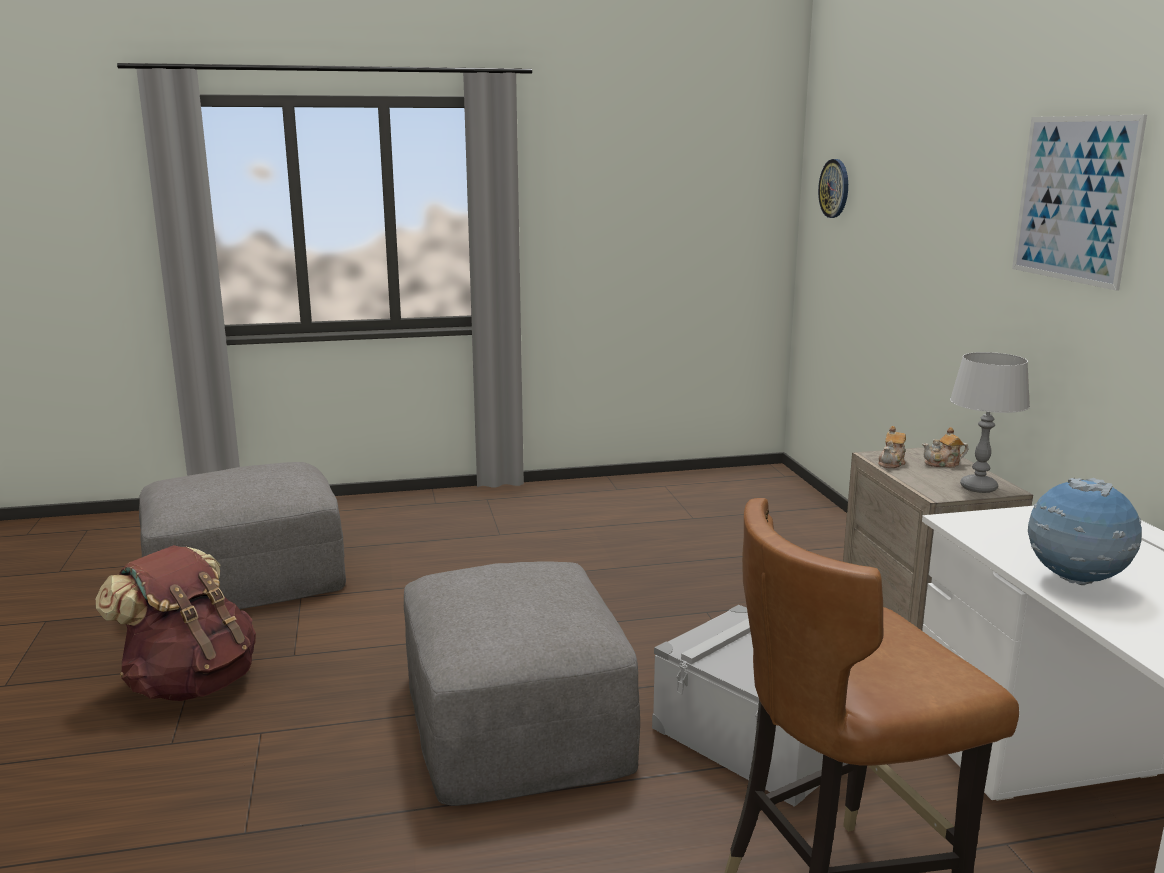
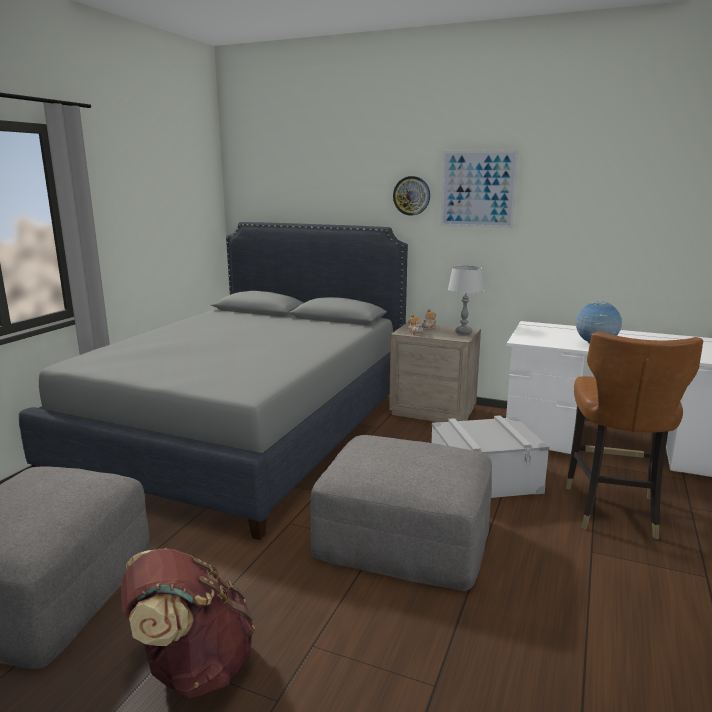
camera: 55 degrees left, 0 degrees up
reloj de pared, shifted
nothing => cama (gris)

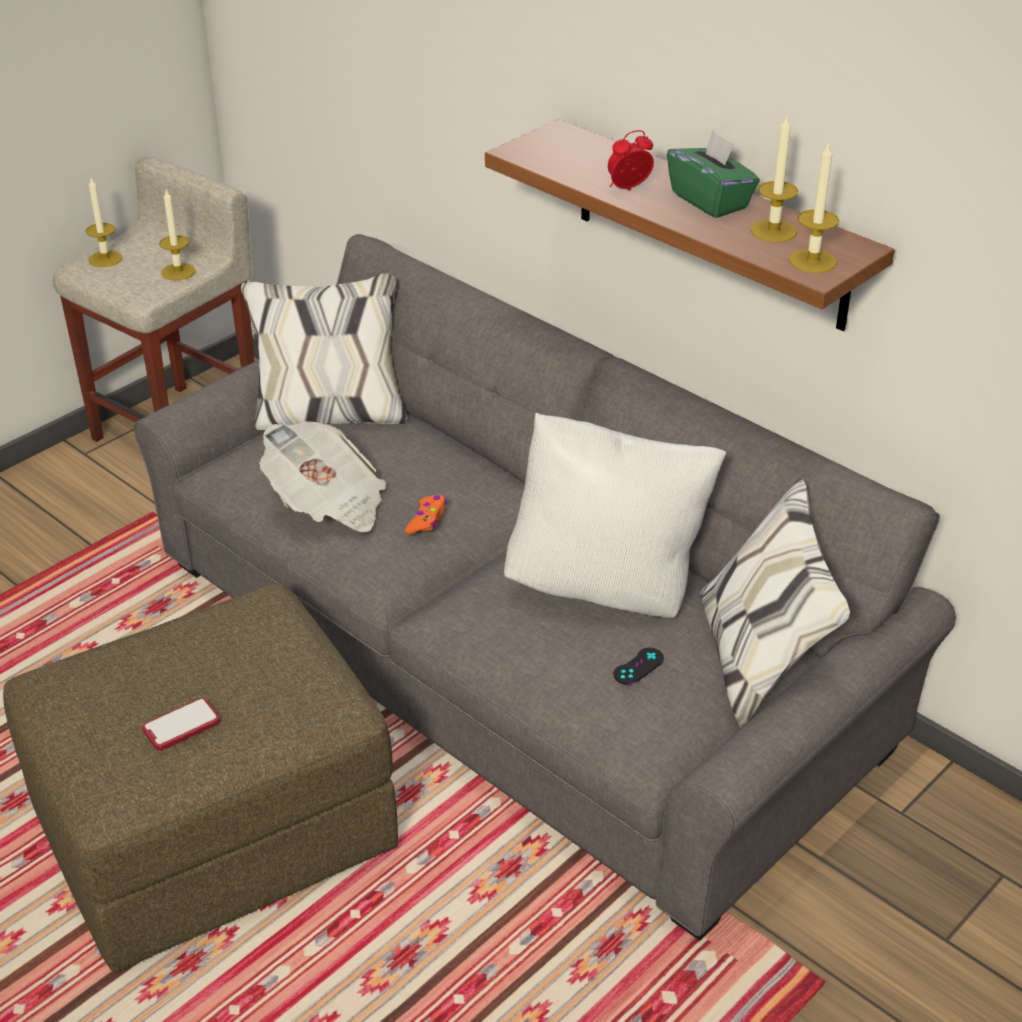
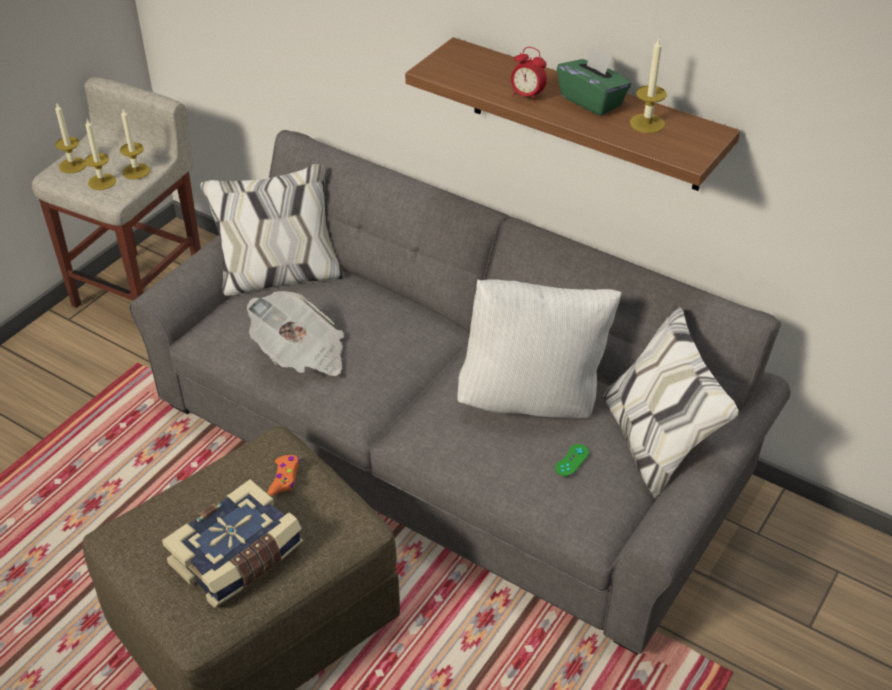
camera: 10 degrees left, 5 degrees up
móvil => libro
mando de consola (naranja), shifted
despertador, 120 degrees counterclockwise
mando de consola (negro) => mando de consola (verde)
vela (no. 4 from left in the first image) => vela (no. 2 from left), shifted

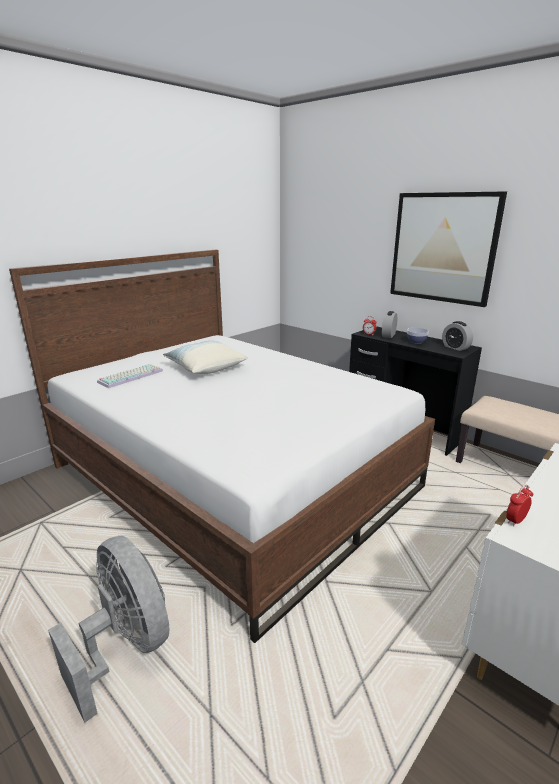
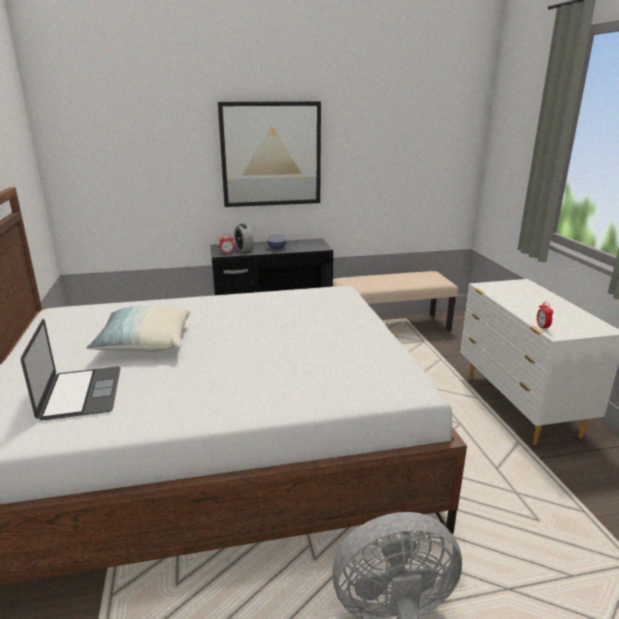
camera: 55 degrees left, 0 degrees up
teclado => portátil
despertador (no. 3 from left) => nothing

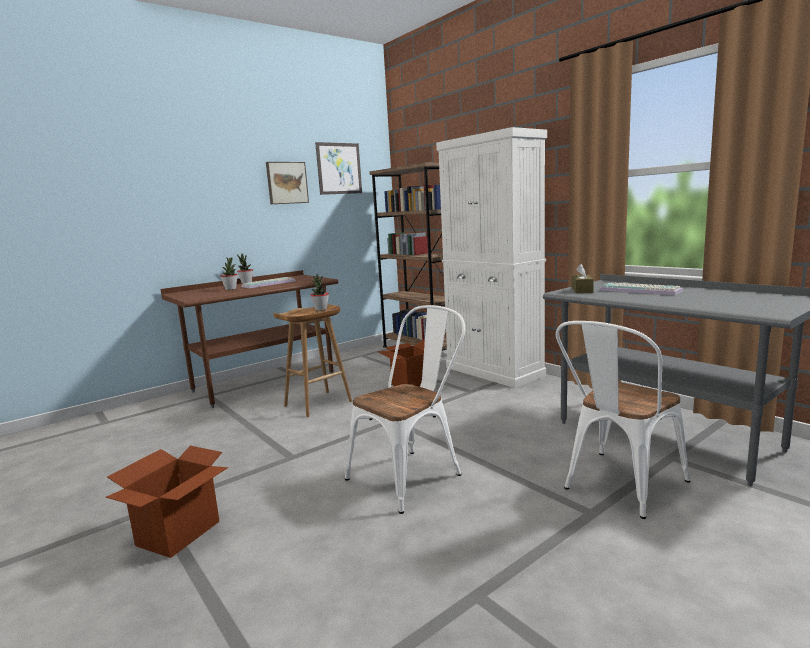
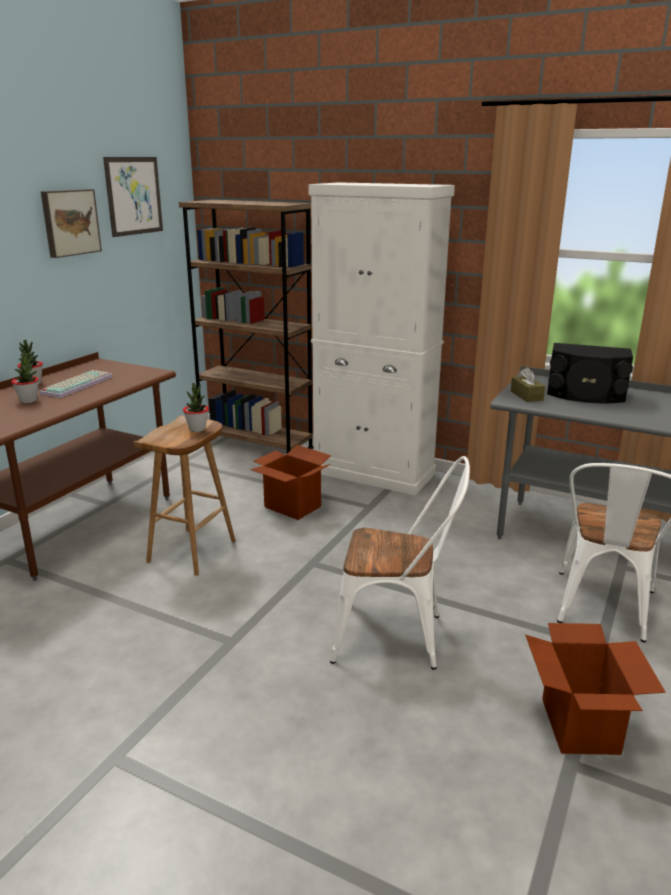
camera: 25 degrees left, 10 degrees up
caja de cartón (no. 1 from left in the first image) => caja de cartón (no. 2 from left), shifted
silla (blanco) (no. 1 from left), 75 degrees clockwise
teclado (no. 2 from left) => altavoz (negro)

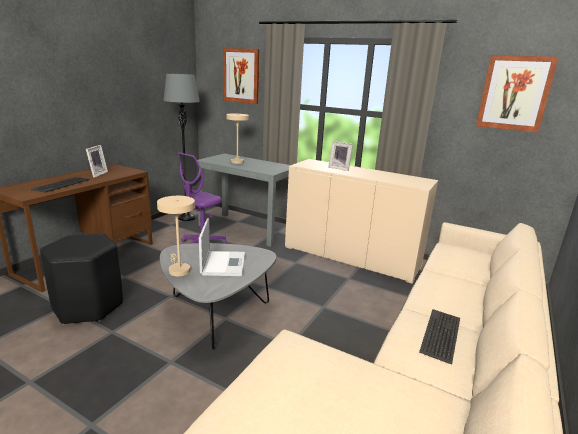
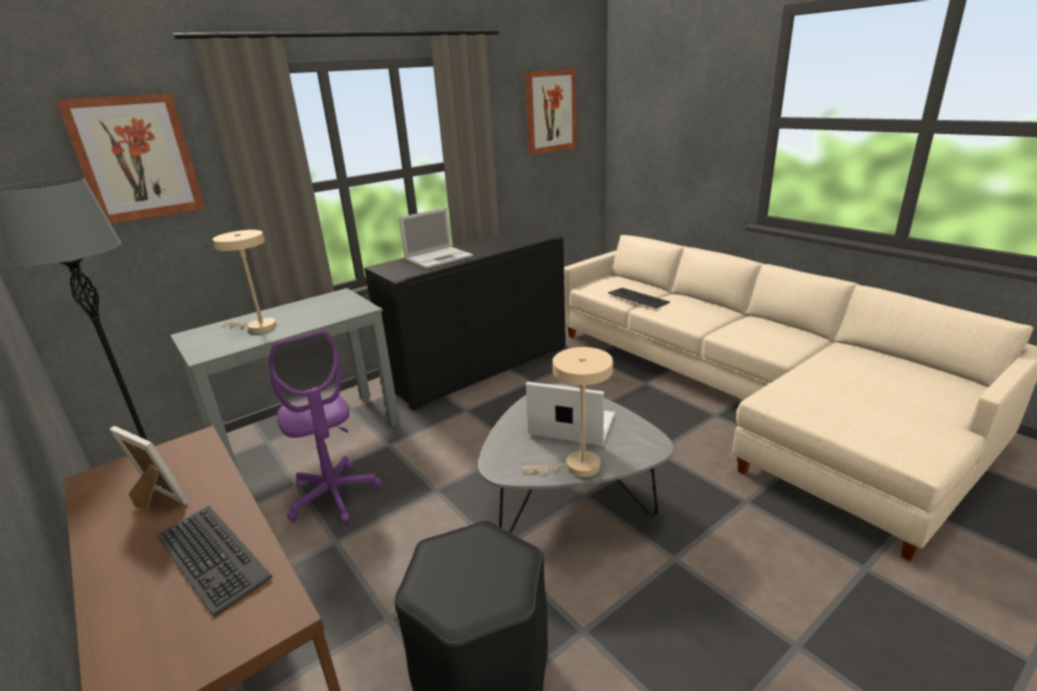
camera: 65 degrees left, 5 degrees up
armario (beis) => armario (negro)
portarretratos (no. 2 from left) => portátil (no. 1 from left)
teclado (no. 2 from left), shifted

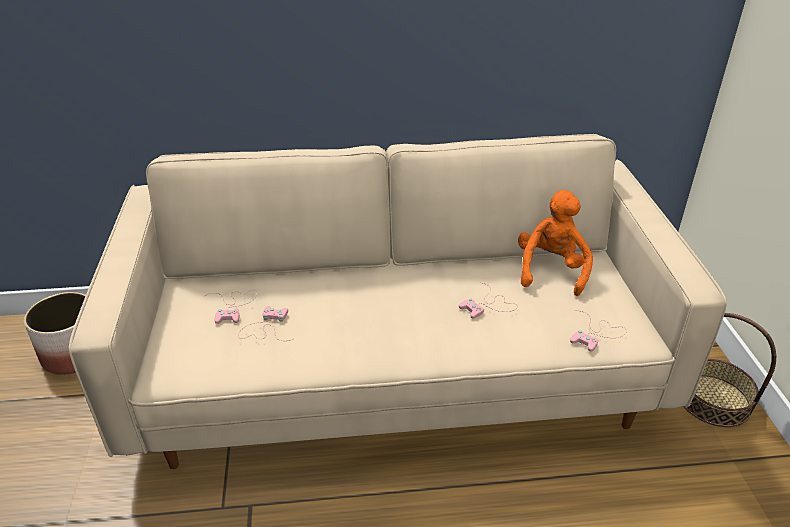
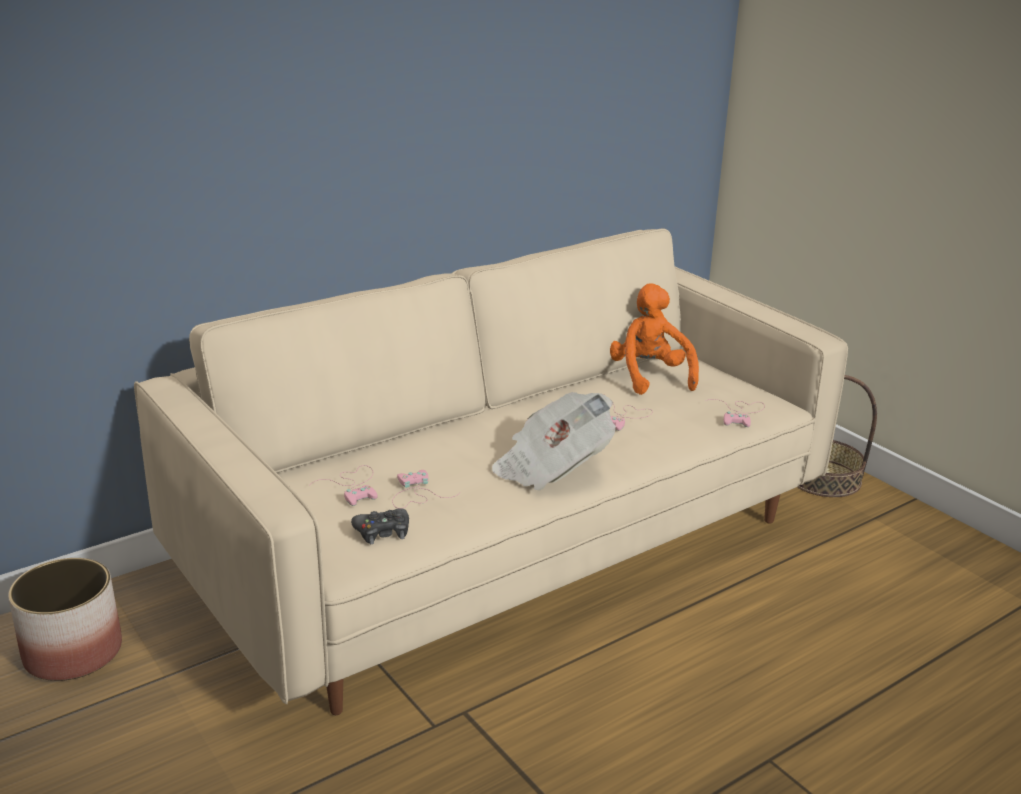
camera: 30 degrees left, 10 degrees down
nothing => mando de consola (negro)
nothing => periódico

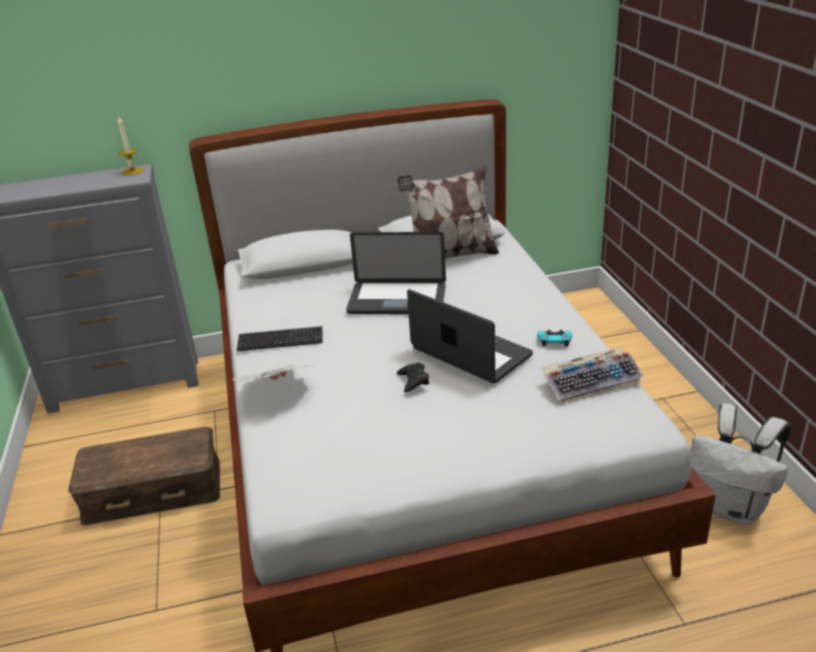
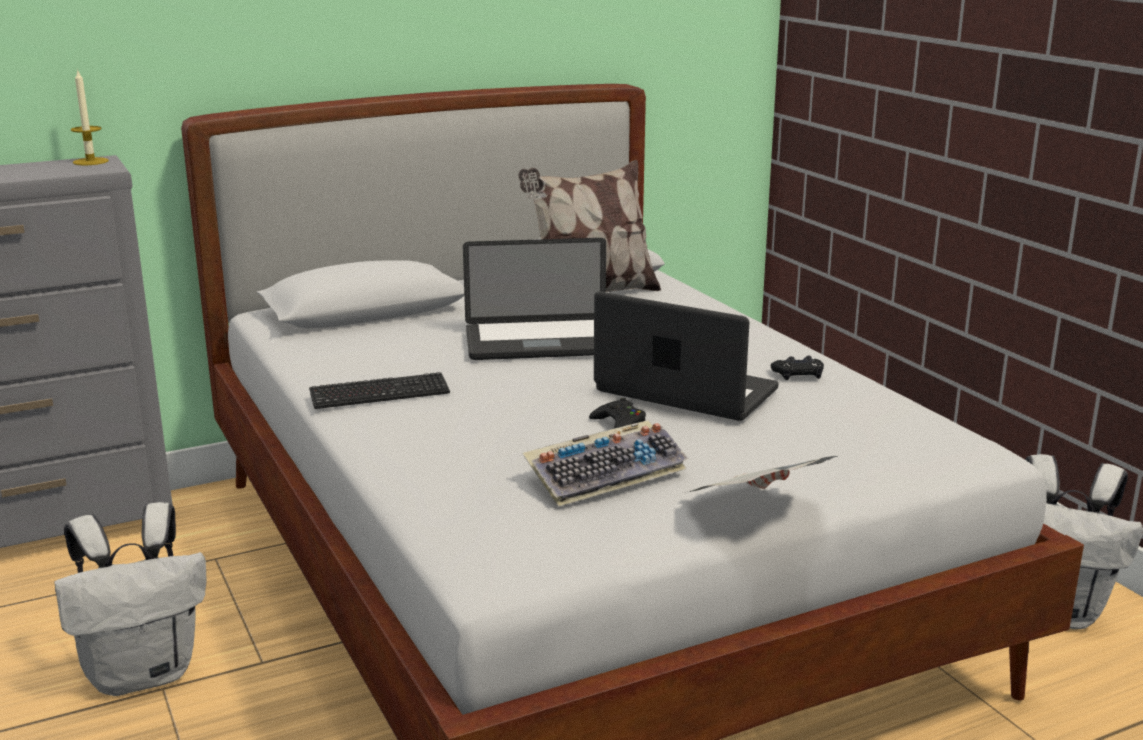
camera: 15 degrees left, 10 degrees down
caja de almacenaje (marrón) => mochila (blanco) (no. 1 from left)
periódico, shifted
mando de consola (turquesa) => mando de consola (negro) (no. 2 from left)
teclado (no. 2 from left), shifted

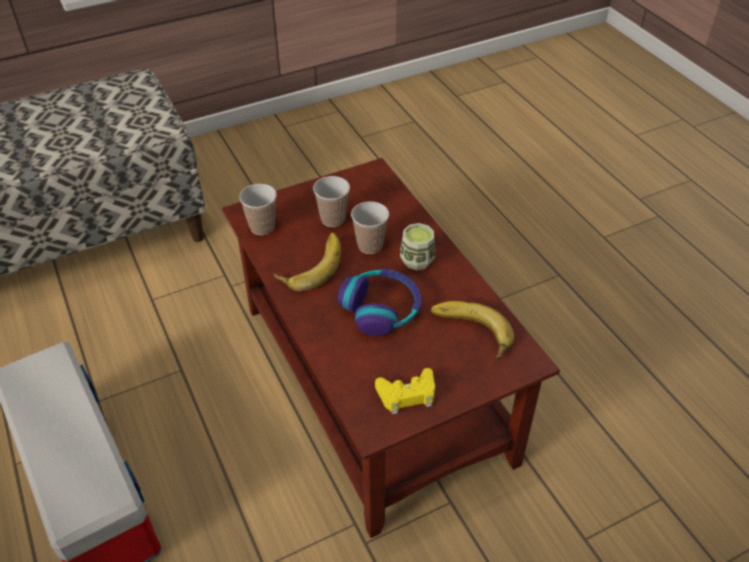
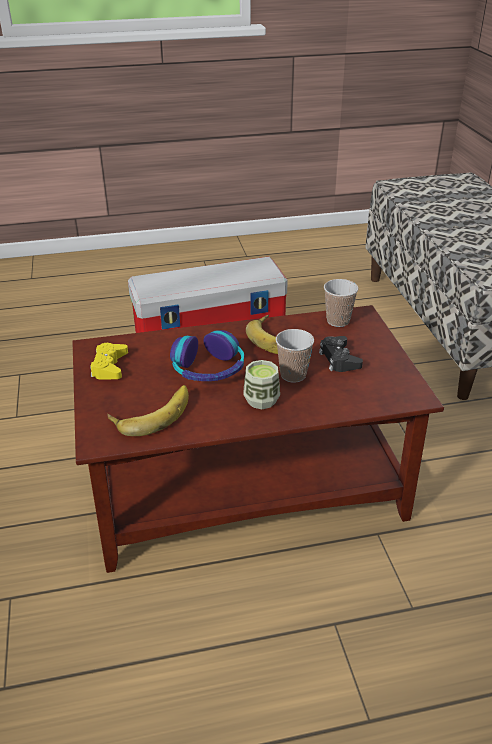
camera: 105 degrees right, 10 degrees down
taza (no. 2 from left) => mando de consola (negro)

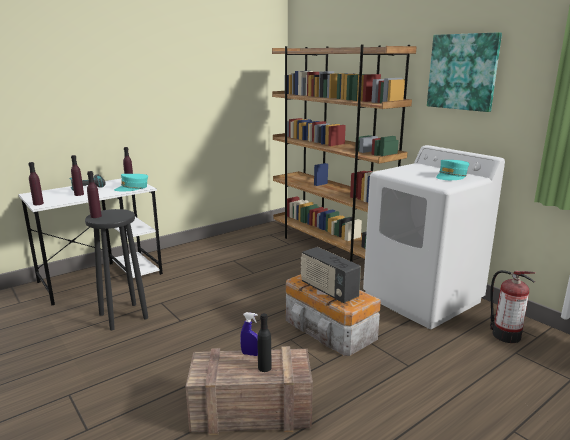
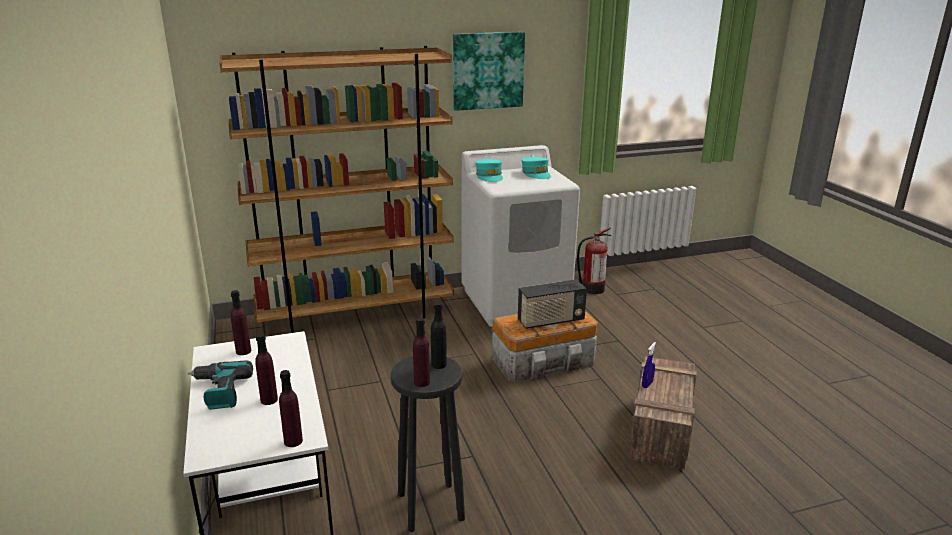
camera: 70 degrees left, 5 degrees up
gorra (turquesa) (no. 1 from left), shifted
botella (negro), shifted

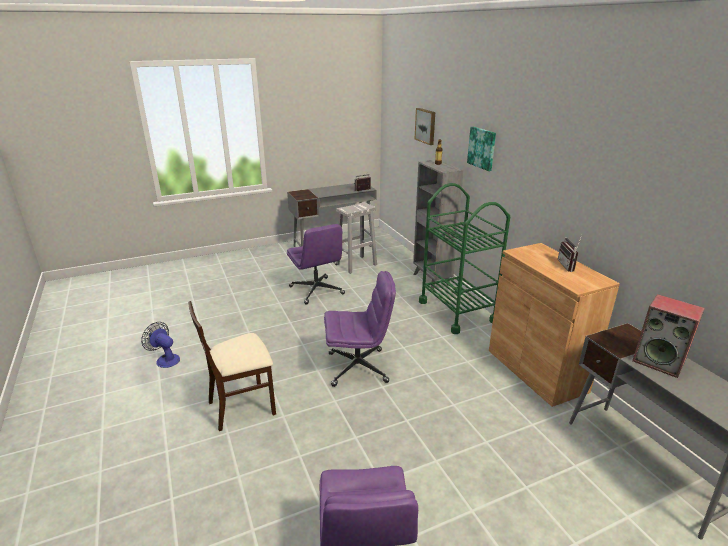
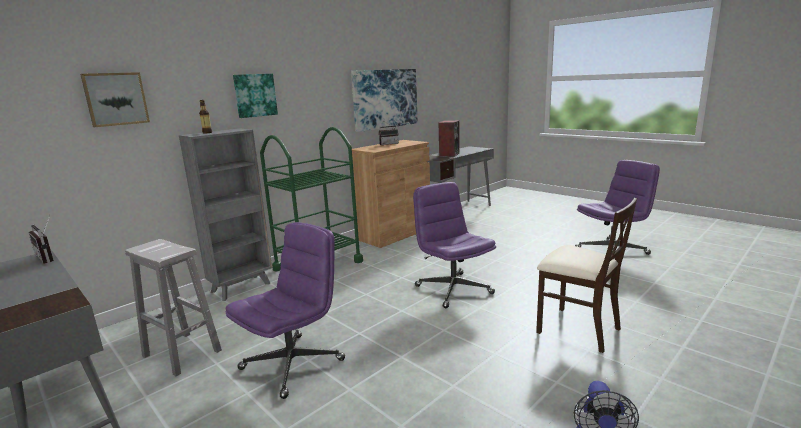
camera: 110 degrees left, 10 degrees down
nothing => cuadro (no. 3 from left)

